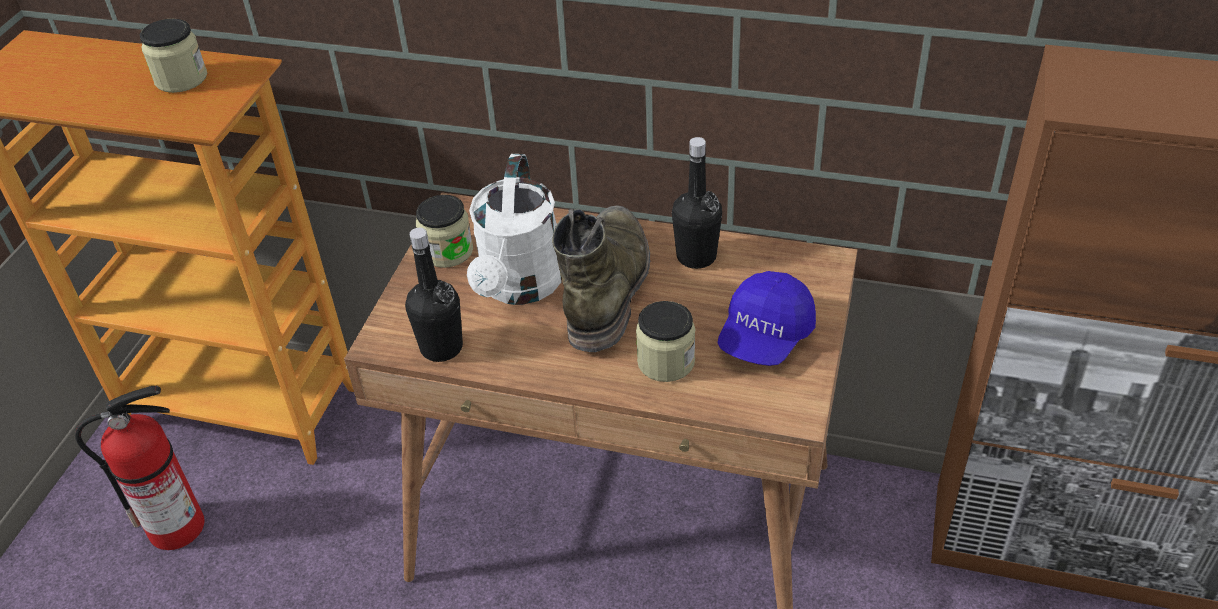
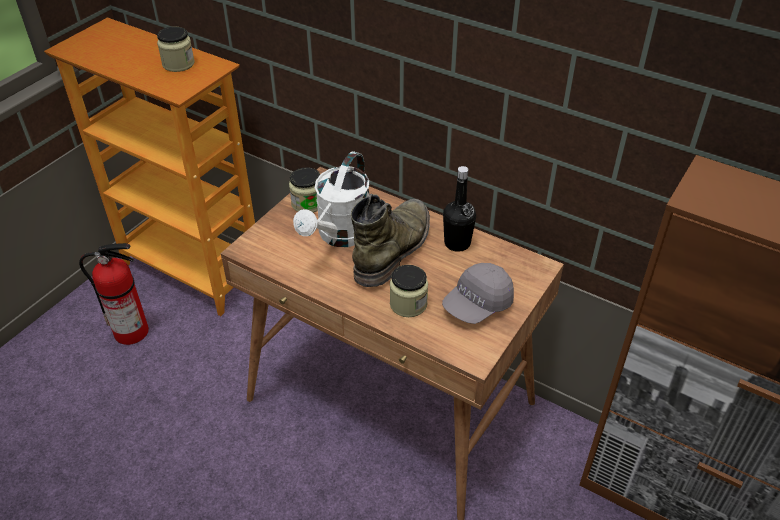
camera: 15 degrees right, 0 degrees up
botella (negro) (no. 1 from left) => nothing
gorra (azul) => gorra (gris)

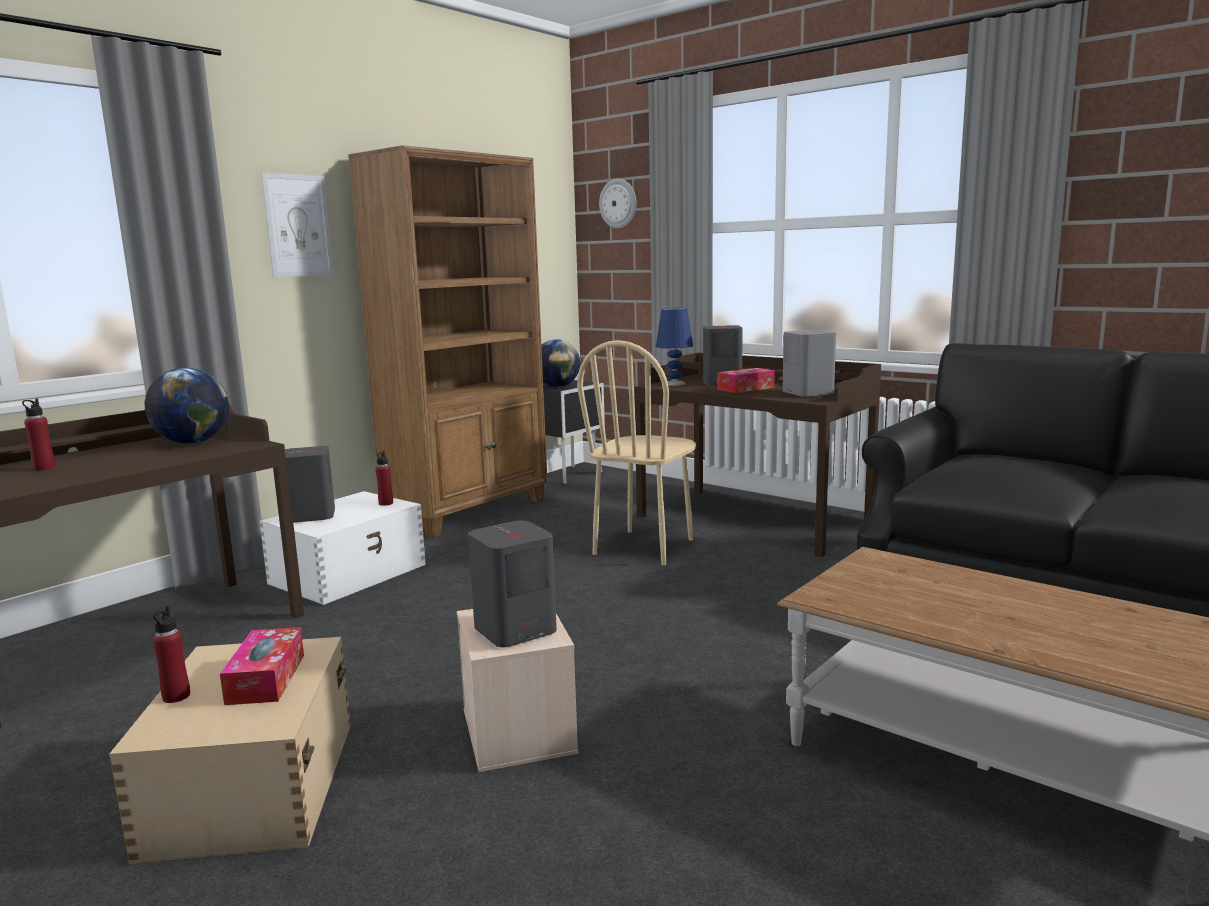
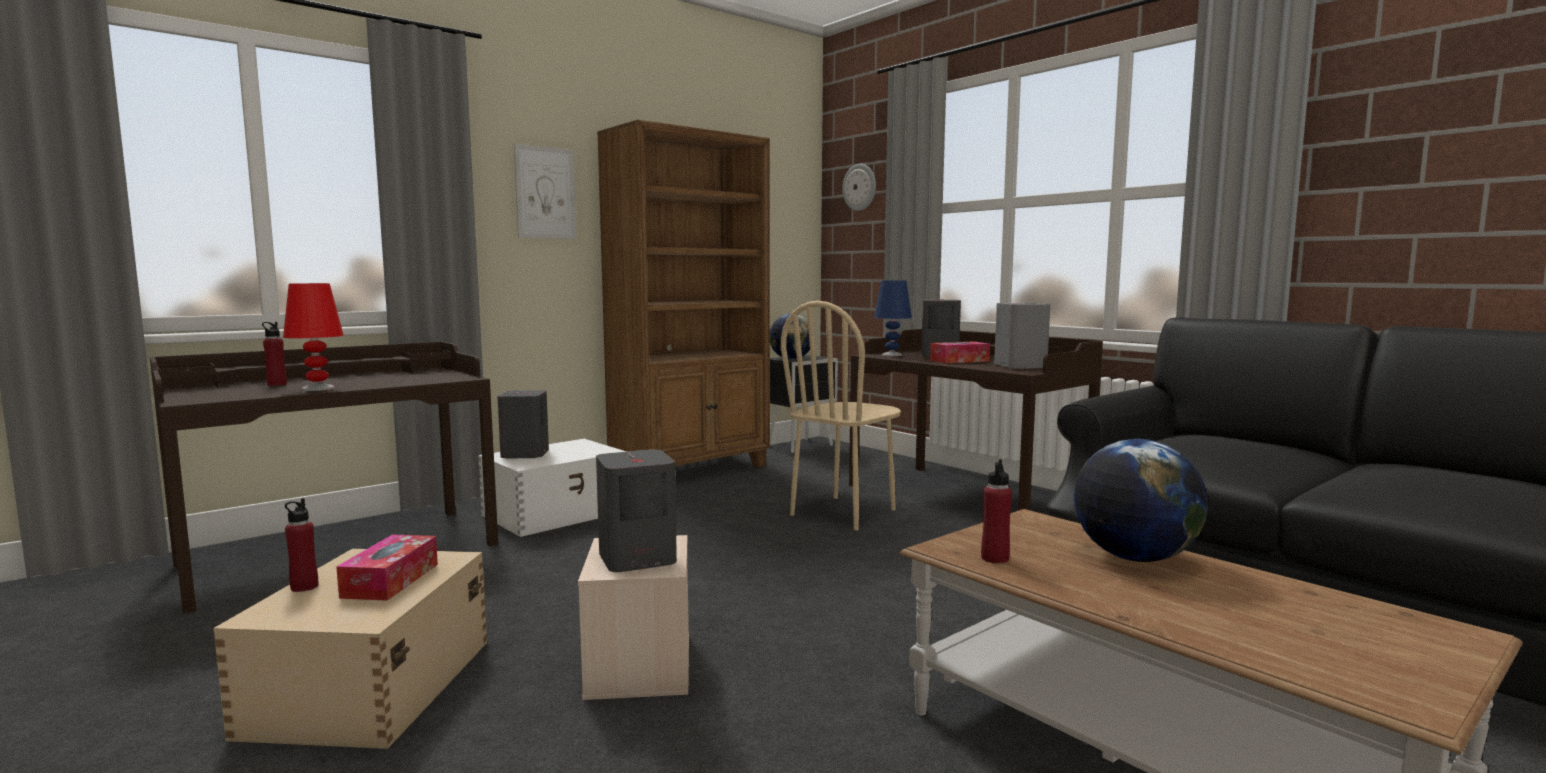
camera: 10 degrees right, 5 degrees down
globo terráqueo (no. 1 from left in the first image) => globo terráqueo (no. 2 from left), shifted
botella (rojo) (no. 3 from left), shifted
nothing => lámpara de mesa (rojo)

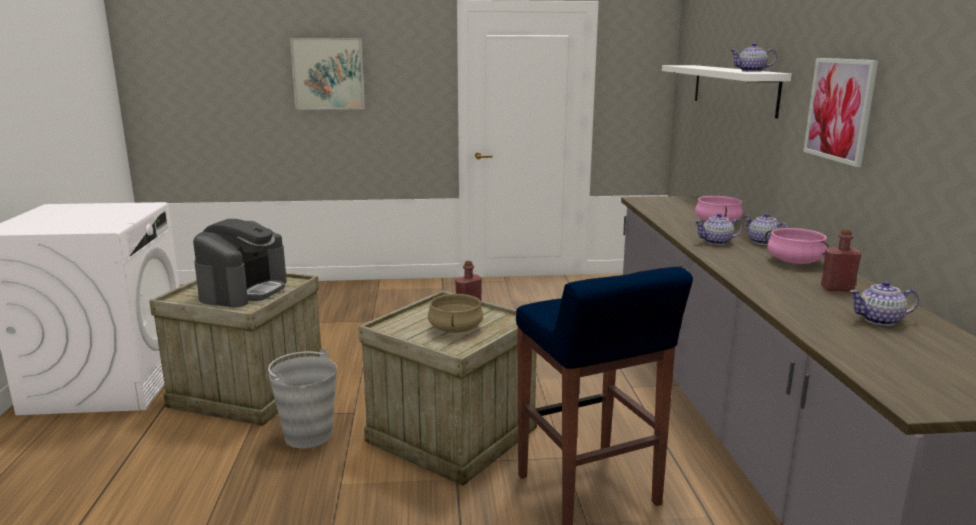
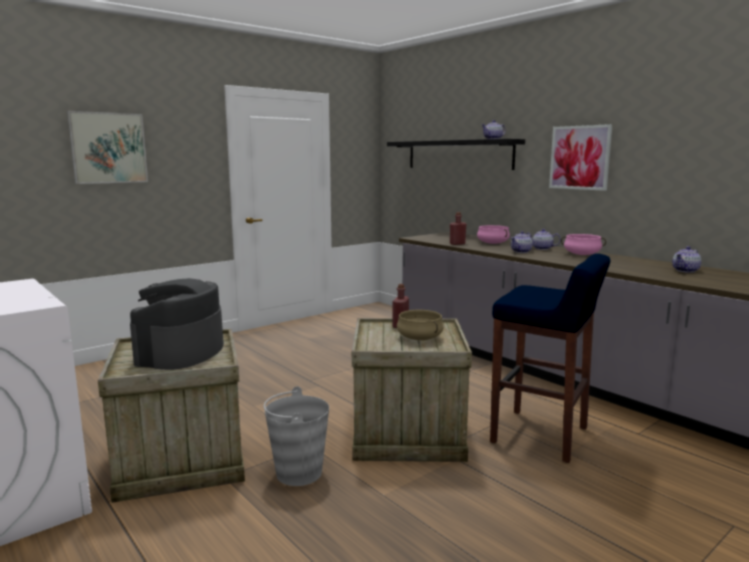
camera: 35 degrees left, 5 degrees down
cafetera, 150 degrees counterclockwise
estante (blanco) => estante (negro)
botella (rojo) (no. 2 from left), shifted

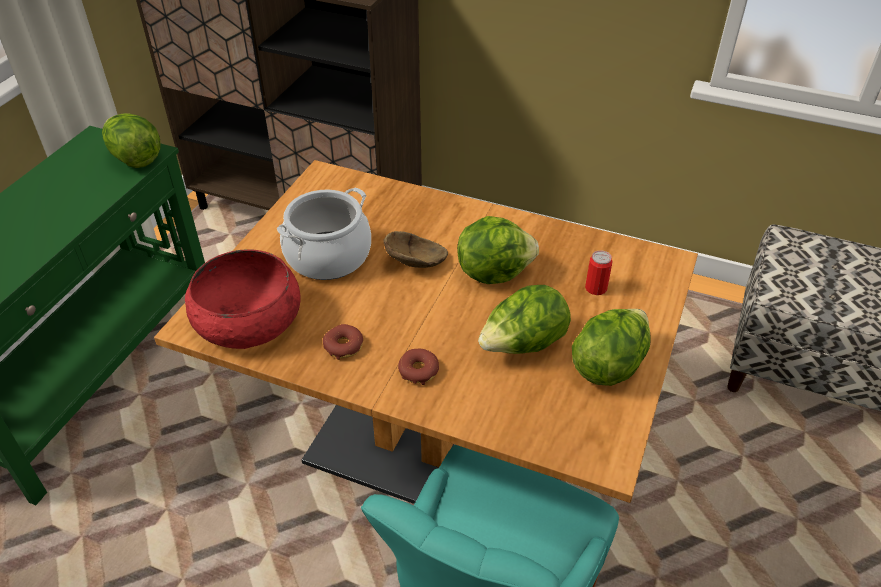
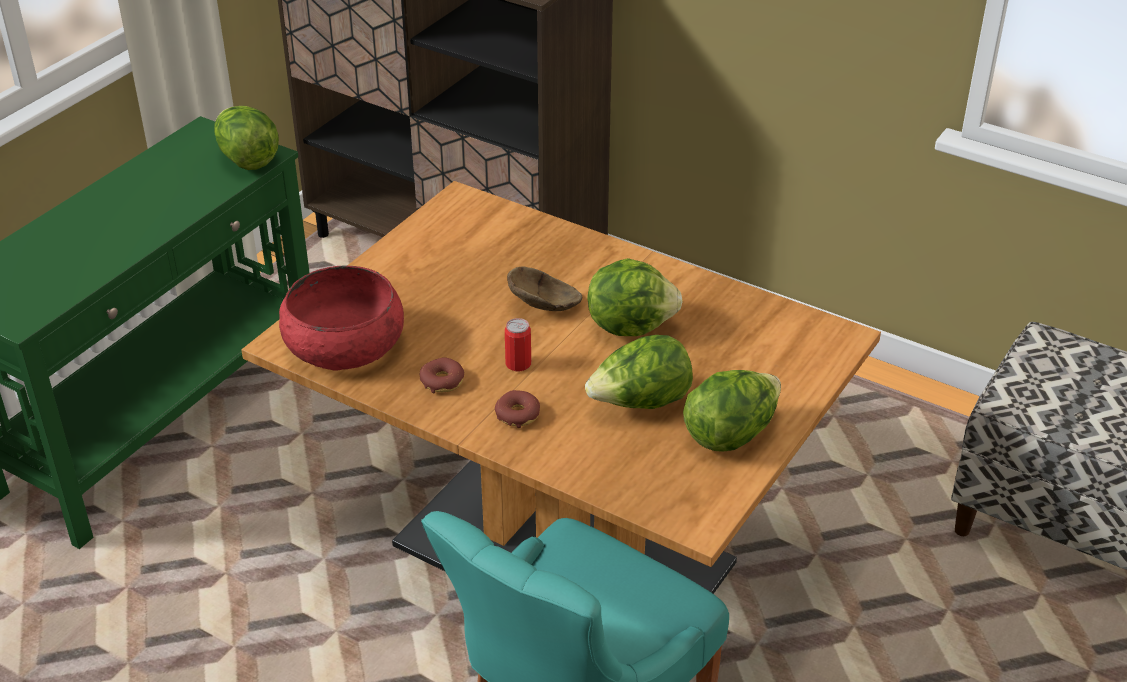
camera: 10 degrees right, 5 degrees down
olla => nothing
lata, shifted

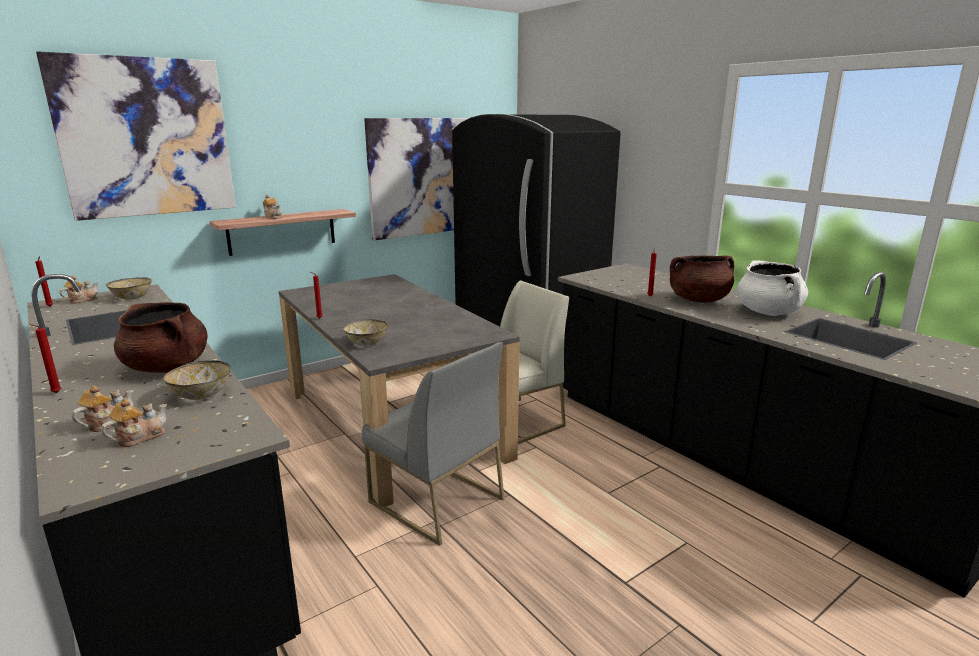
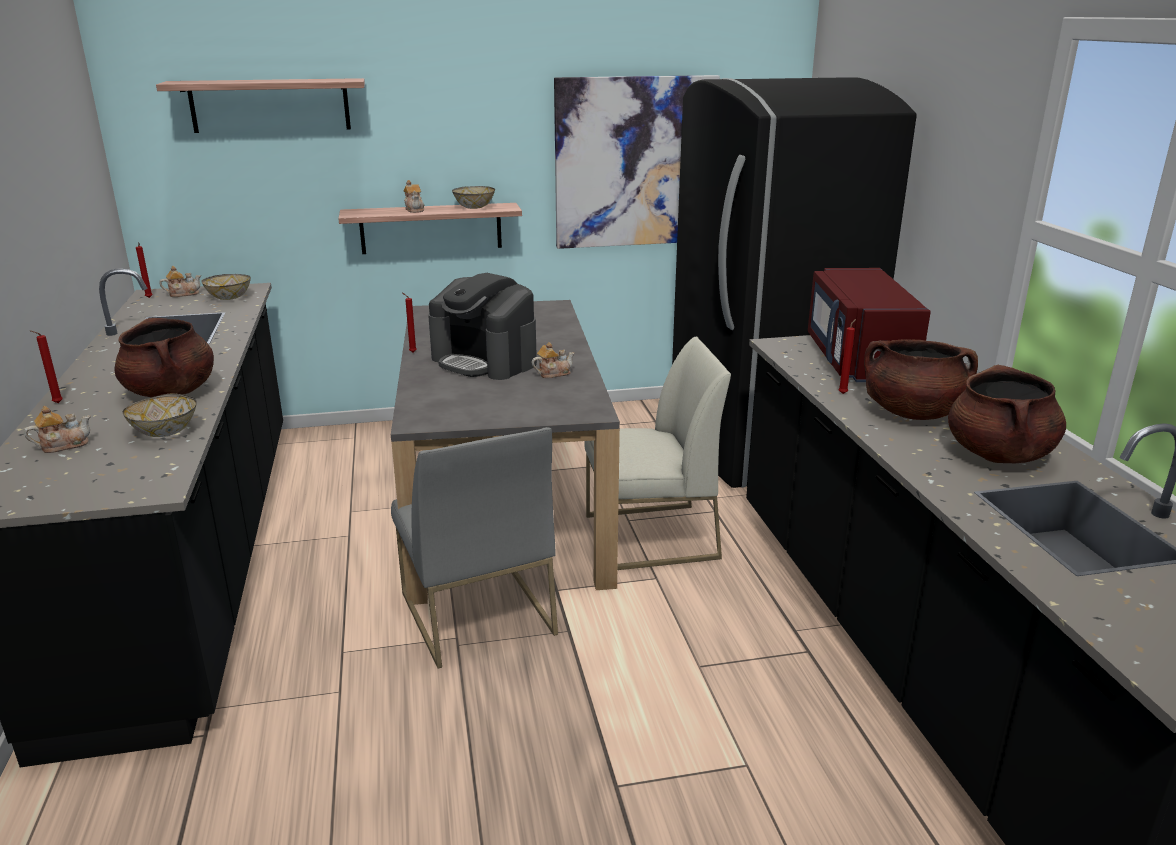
camera: 25 degrees right, 5 degrees up
cuadro (no. 1 from left) => estante (no. 1 from left)
tetera (no. 3 from left in the first image) => tetera (no. 4 from left), shifted
cuenco (no. 3 from left), shifted
olla (blanco) => olla (marrón) (no. 3 from left)
nothing => cafetera
nothing => microondas (rojo)

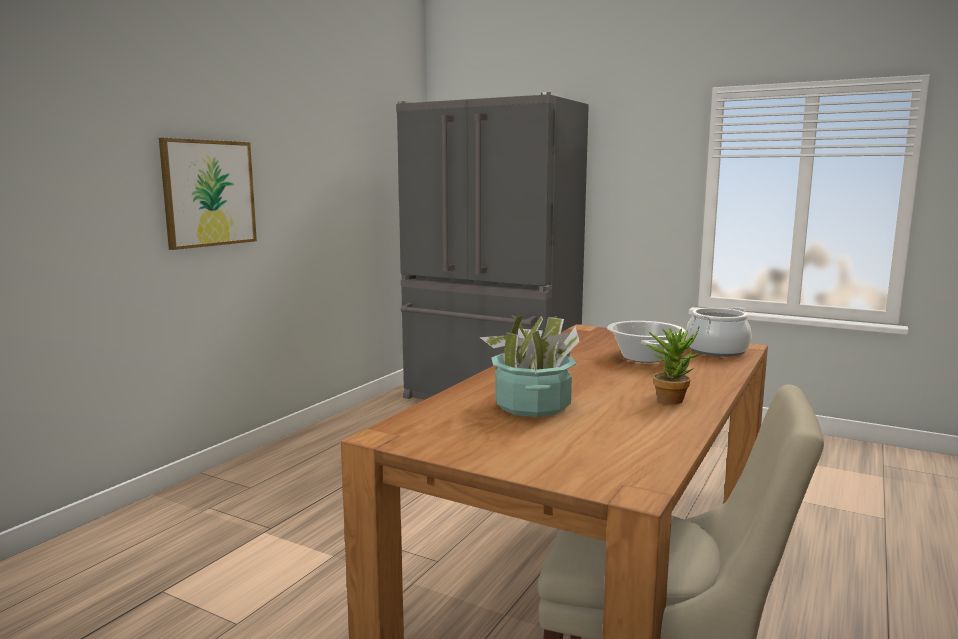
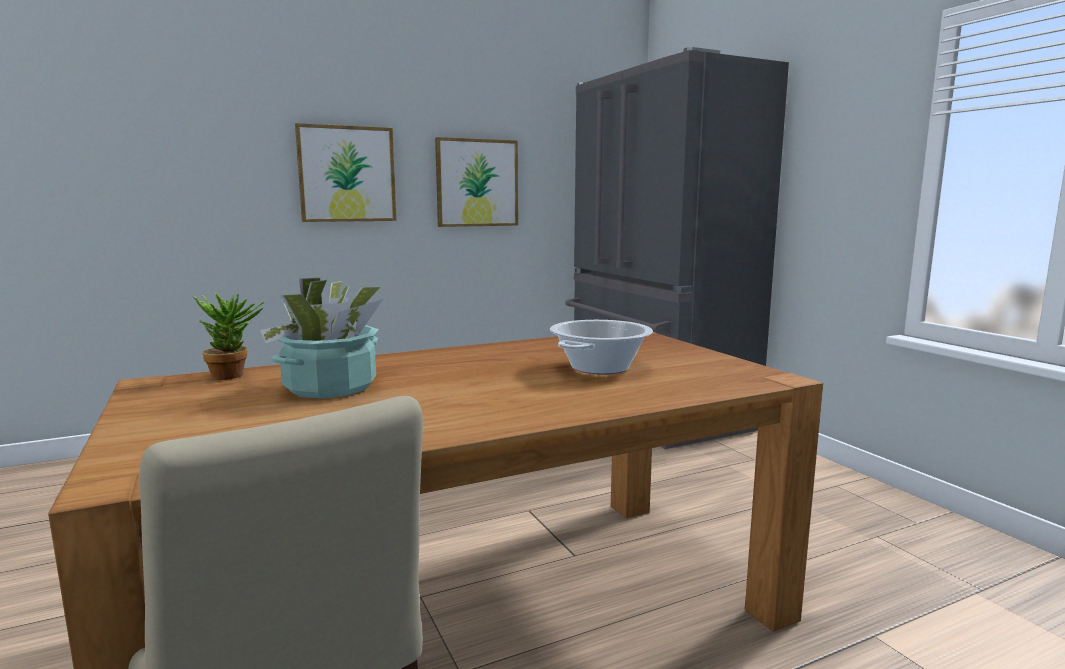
camera: 35 degrees right, 0 degrees up
planta en maceta (no. 2 from left in the first image) => planta en maceta (no. 1 from left), shifted
olla (no. 2 from left) => nothing
nothing => cuadro (no. 2 from left)

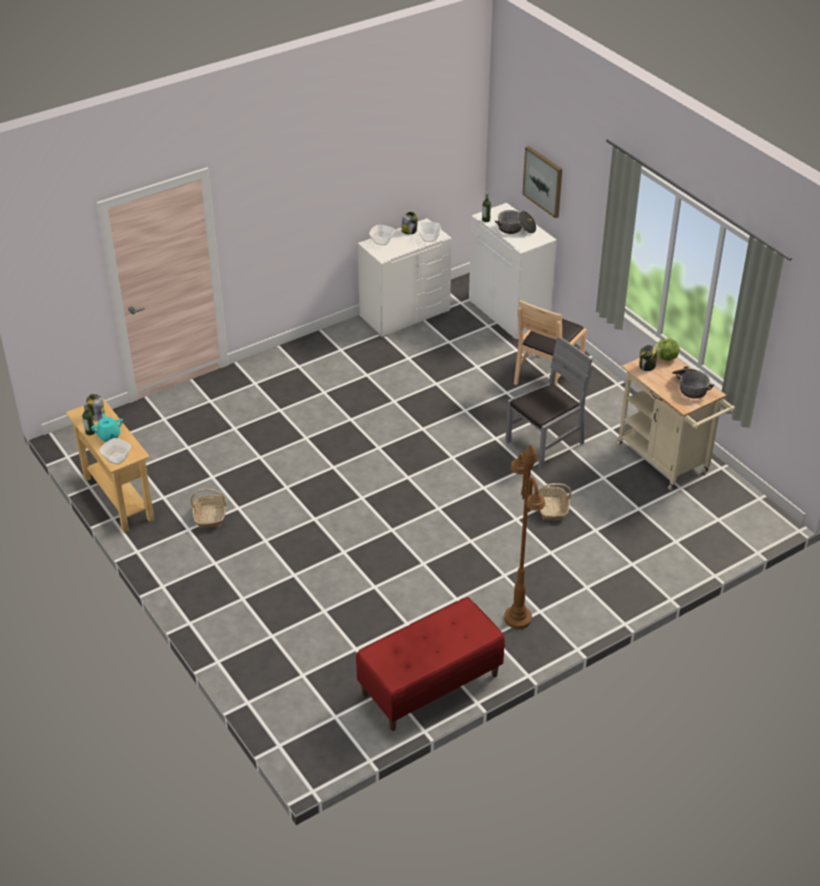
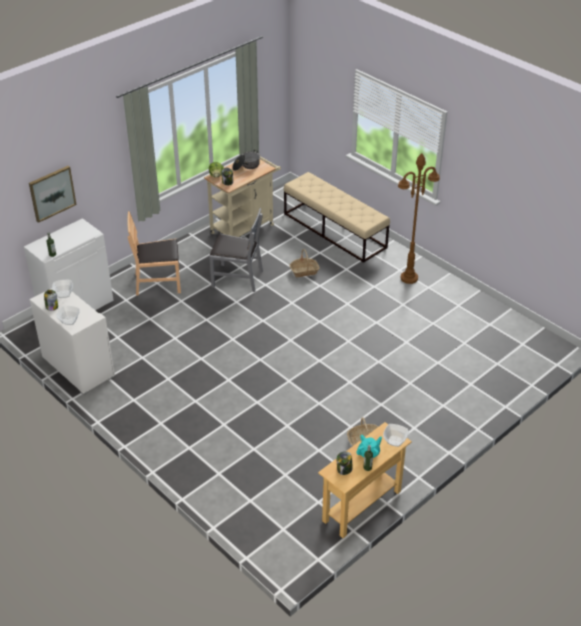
camera: 100 degrees left, 0 degrees up
banco (rojo) => nothing
olla (no. 1 from left) => nothing
silla (gris), 150 degrees clockwise
silla (marrón), 150 degrees clockwise
nothing => banco (beis)

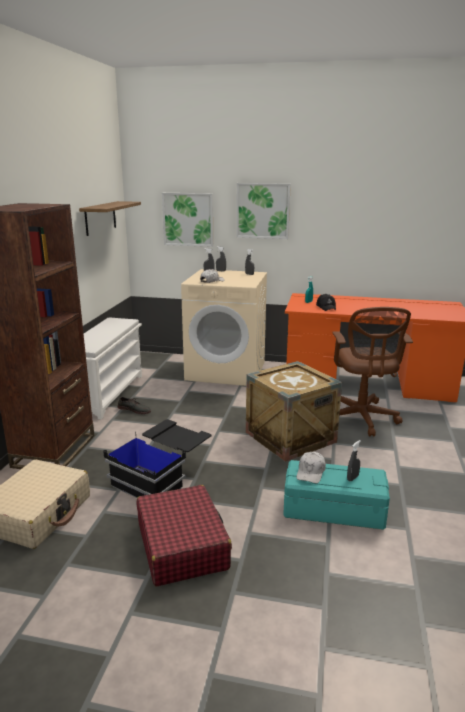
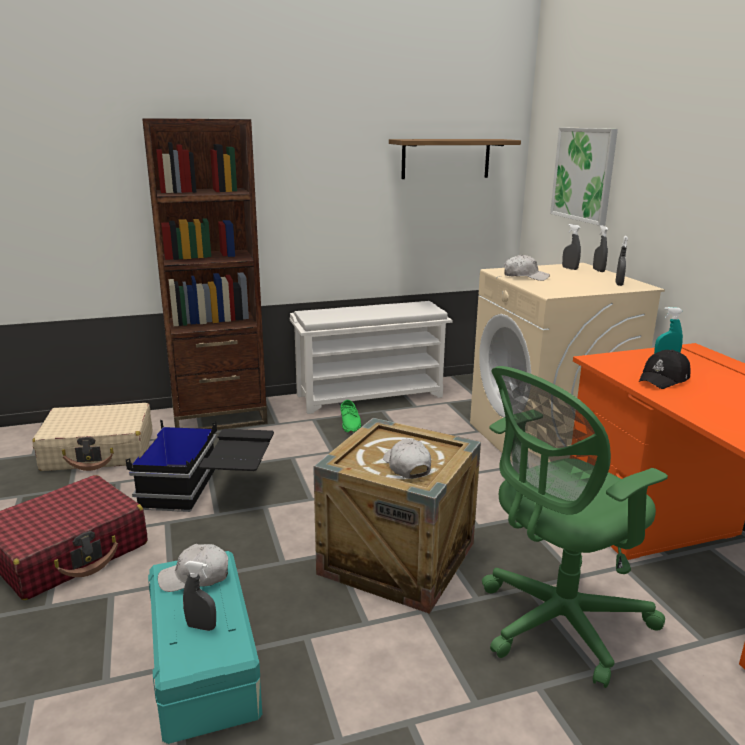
camera: 60 degrees right, 0 degrees up
zapato (gris) => zapato (verde)
cuadro (no. 2 from left) => nothing
silla de oficina (marrón) => silla de oficina (verde)
nothing => gorra (blanco) (no. 2 from left)

